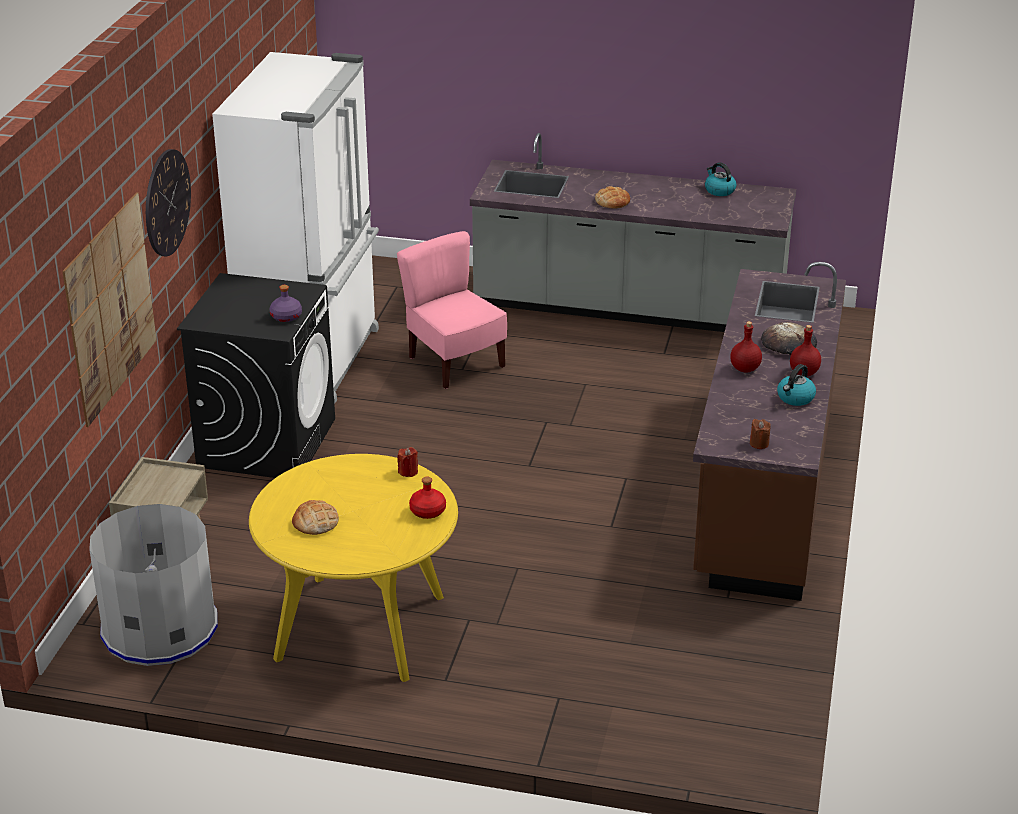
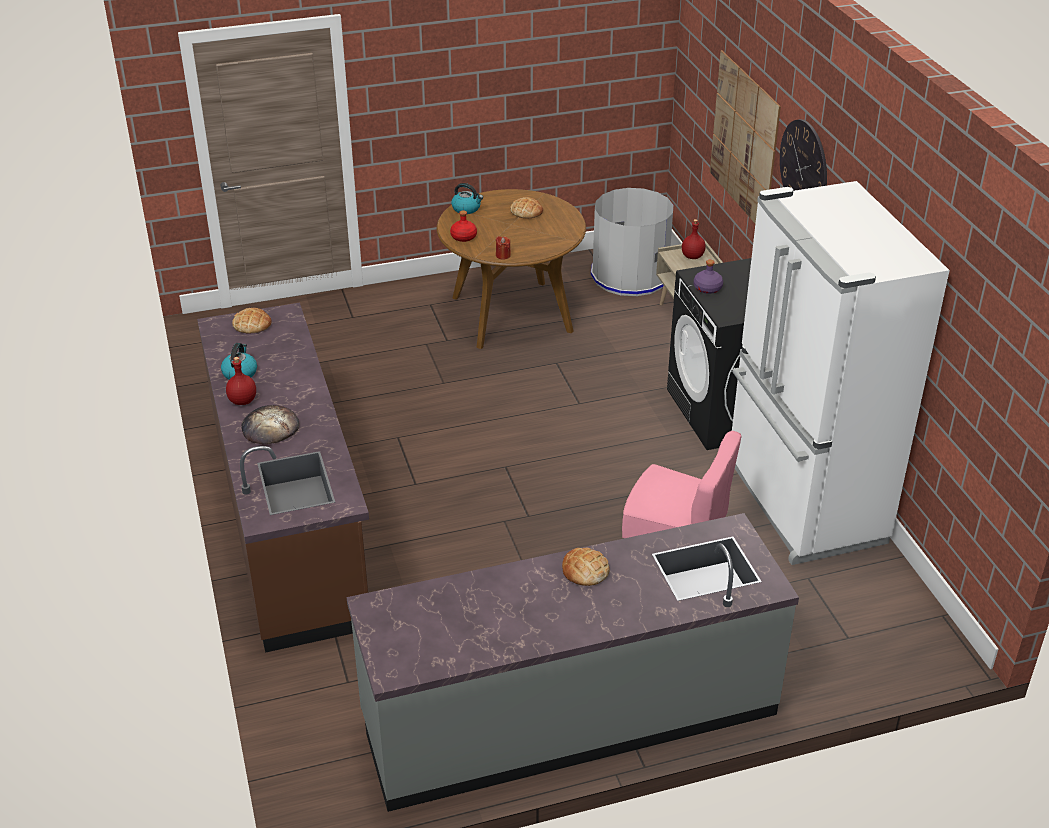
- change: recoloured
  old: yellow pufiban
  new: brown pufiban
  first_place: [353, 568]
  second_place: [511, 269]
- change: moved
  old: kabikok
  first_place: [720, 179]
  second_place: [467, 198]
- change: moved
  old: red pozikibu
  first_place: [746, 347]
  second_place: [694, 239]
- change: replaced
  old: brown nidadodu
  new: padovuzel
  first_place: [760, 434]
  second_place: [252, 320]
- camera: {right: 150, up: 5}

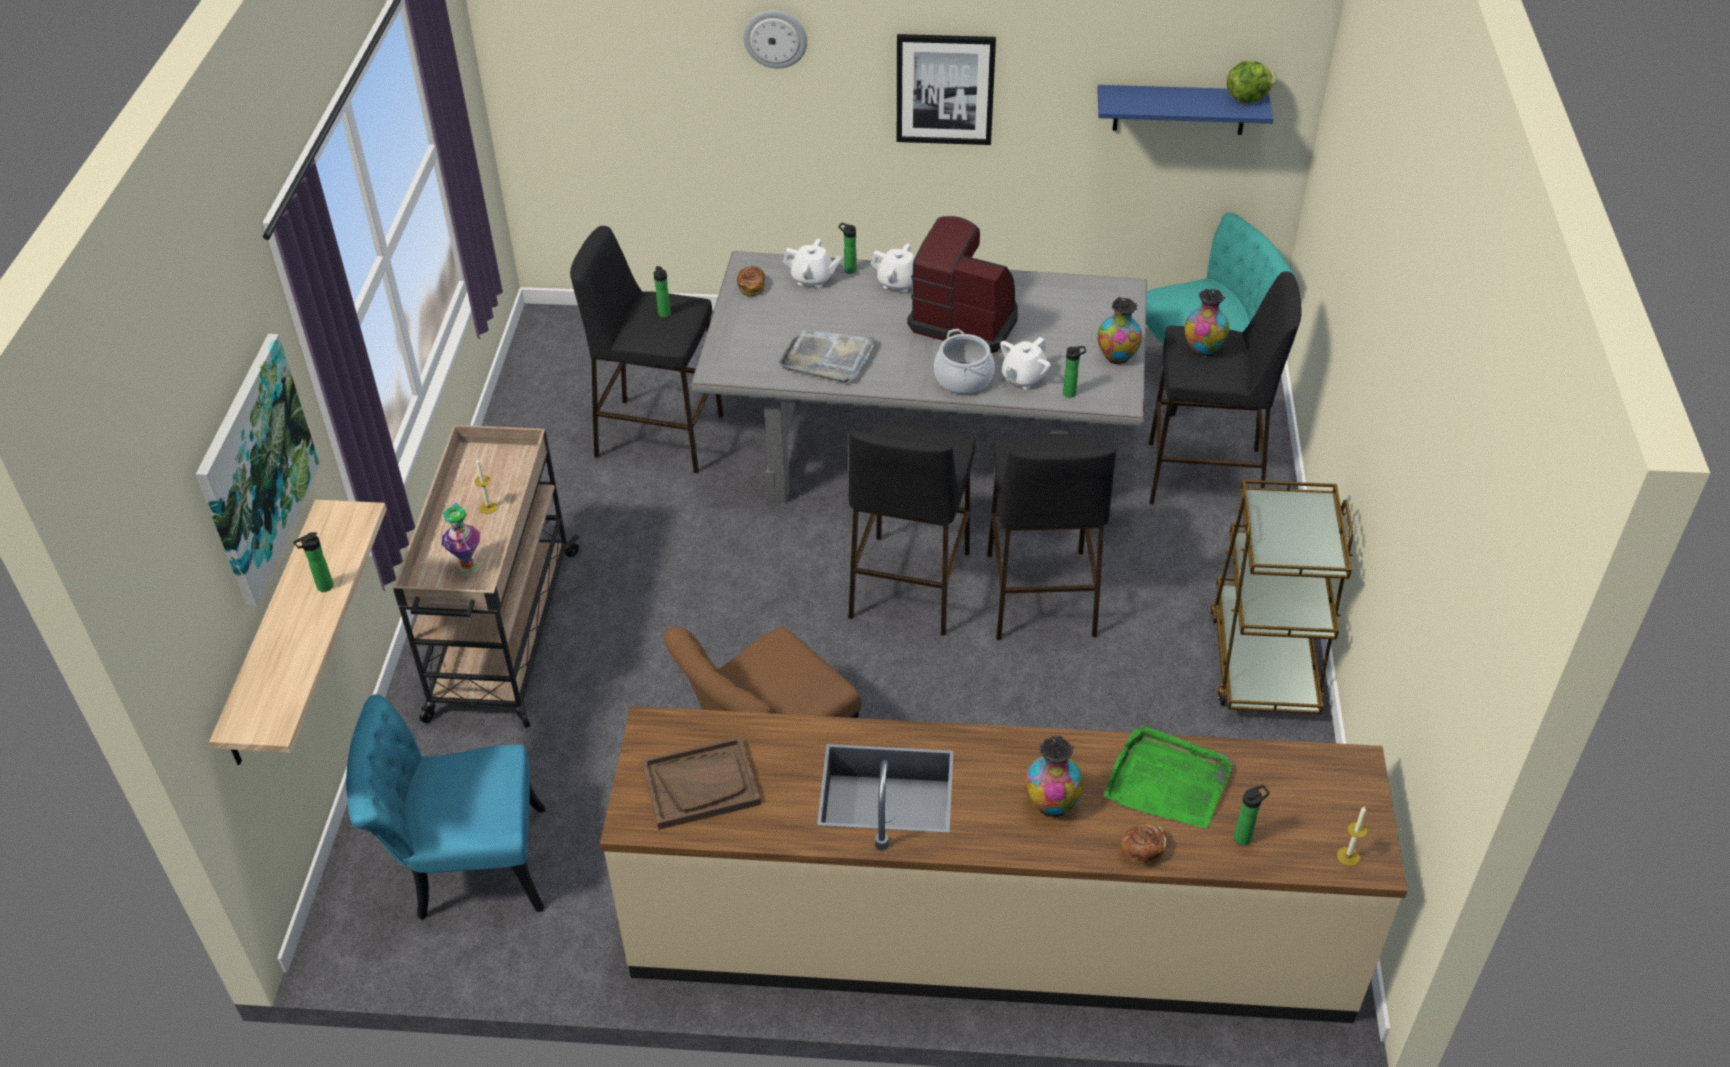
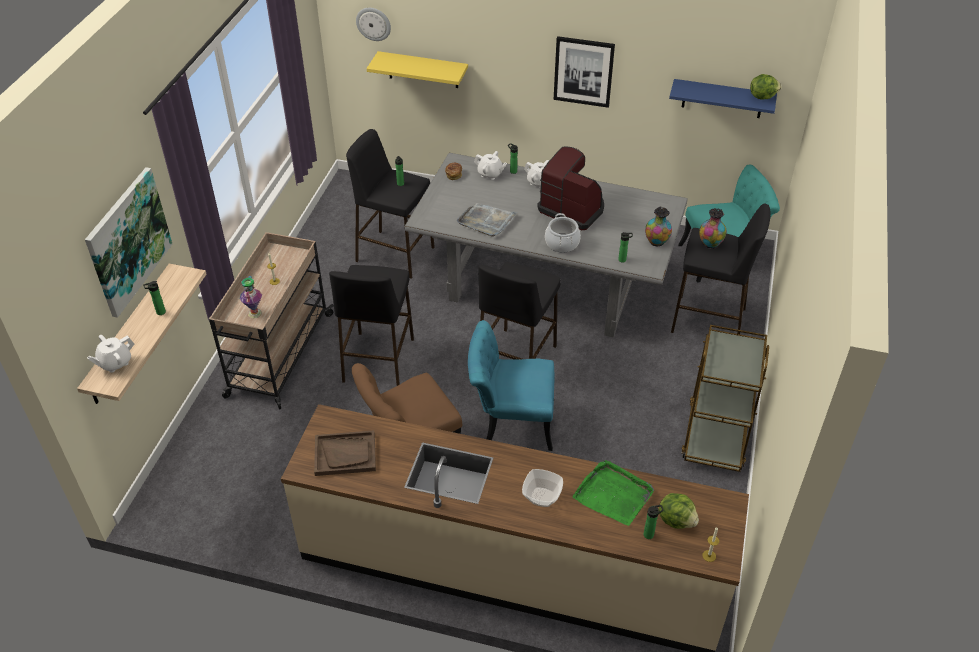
- change: moved
  old: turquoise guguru
  first_place: [445, 807]
  second_place: [511, 385]
- change: moved
  old: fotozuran
  first_place: [775, 39]
  second_place: [373, 24]
- change: moved
  old: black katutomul
  first_place: [1051, 537]
  second_place: [371, 325]
- change: moved
  old: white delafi
  first_place: [1025, 363]
  second_place: [110, 354]
- change: replaced
  old: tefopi
  new: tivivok
  first_place: [1054, 777]
  second_place: [542, 488]
- change: removed
  old: padovuzel
  first_place: [1143, 844]
- change: added
  new: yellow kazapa
  second_place: [417, 69]
- change: added
  new: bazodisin
  second_place: [679, 511]
- camera: {right: 10, up: 0}

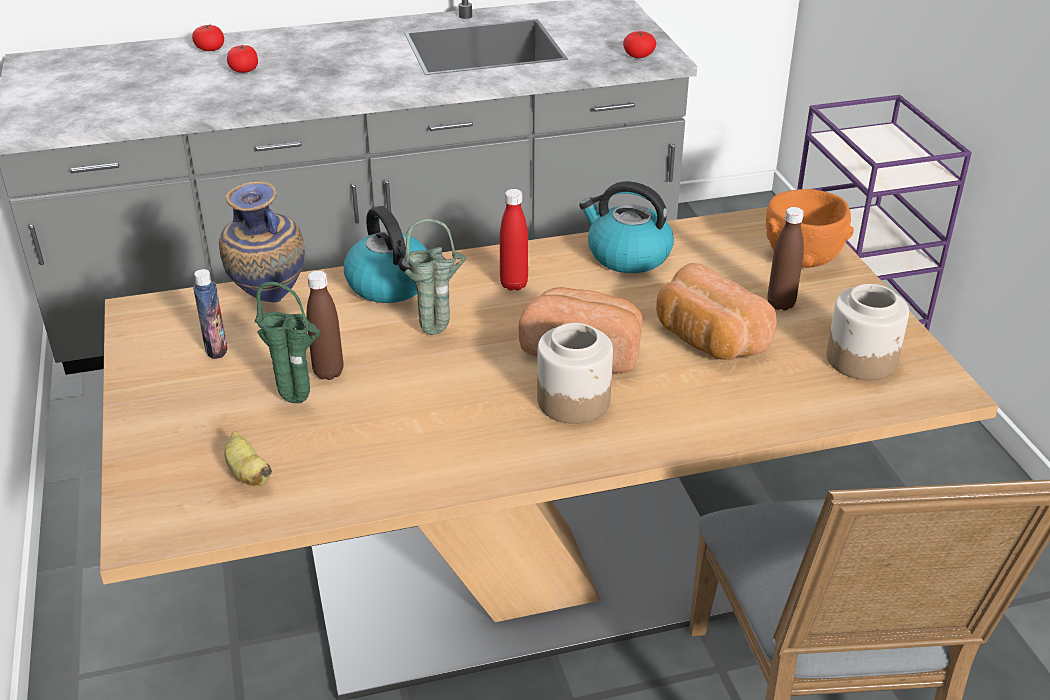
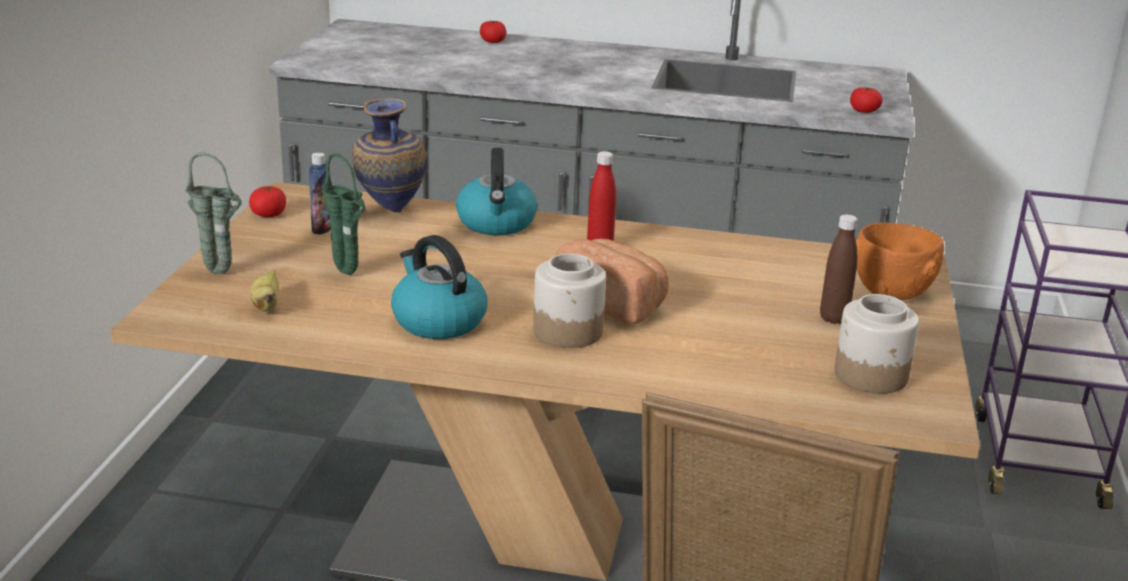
- change: moved
  old: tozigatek
  first_place: [242, 59]
  second_place: [267, 201]
- change: removed
  old: brown pozikibu
  first_place: [324, 325]
- change: moved
  old: green tefopi
  first_place: [435, 276]
  second_place: [213, 213]
- change: moved
  old: kabikok
  first_place: [626, 227]
  second_place: [439, 287]
- change: removed
  old: padovuzel
  first_place: [716, 311]
- camera: {right: 25, up: -10}

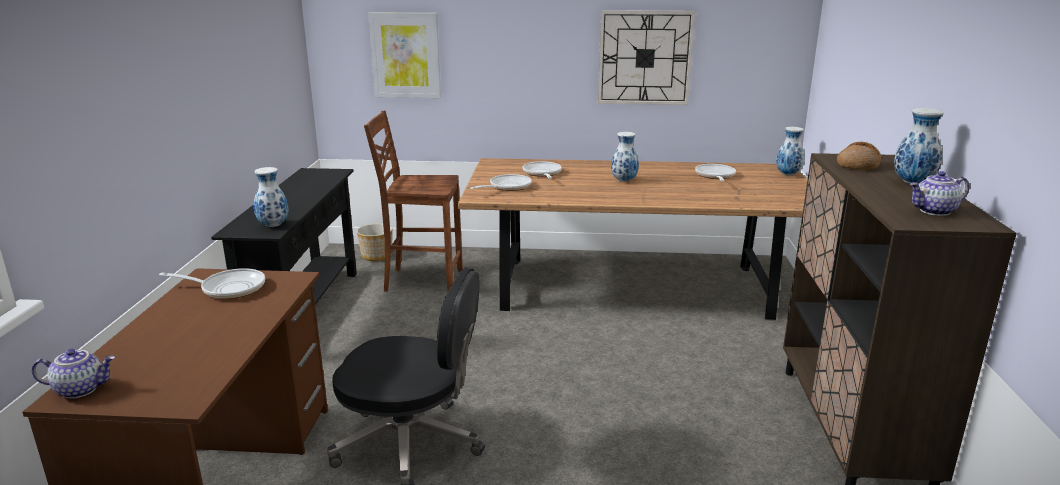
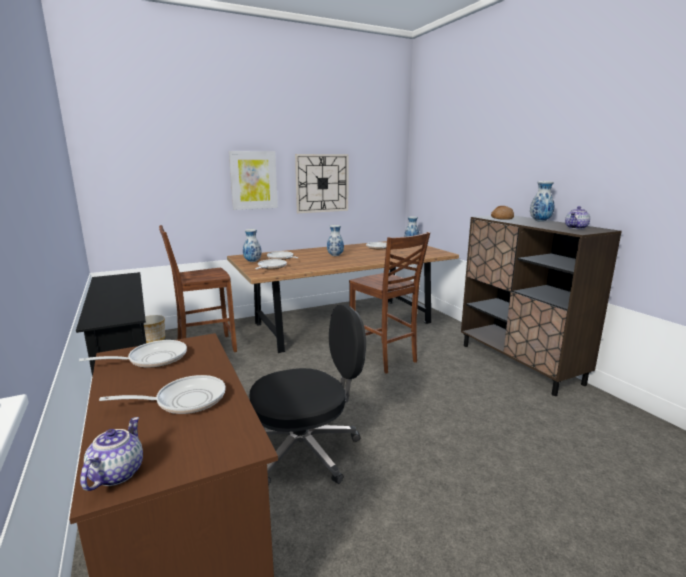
- change: turned
  old: delafi
  first_place: [73, 374]
  second_place: [111, 454]
  degrees: -45
- change: moved
  old: tefopi
  first_place: [271, 197]
  second_place: [252, 245]
- change: moved
  old: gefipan
  first_place: [404, 55]
  second_place: [253, 180]
- change: added
  new: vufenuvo
  second_place: [162, 394]
- change: added
  new: brown guguru
  second_place: [389, 303]
- camera: {right: -30, up: -5}

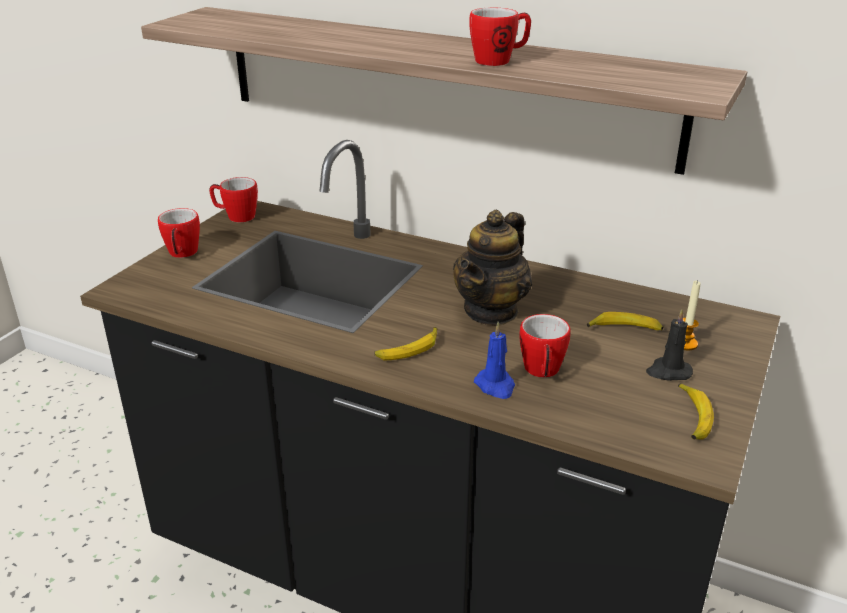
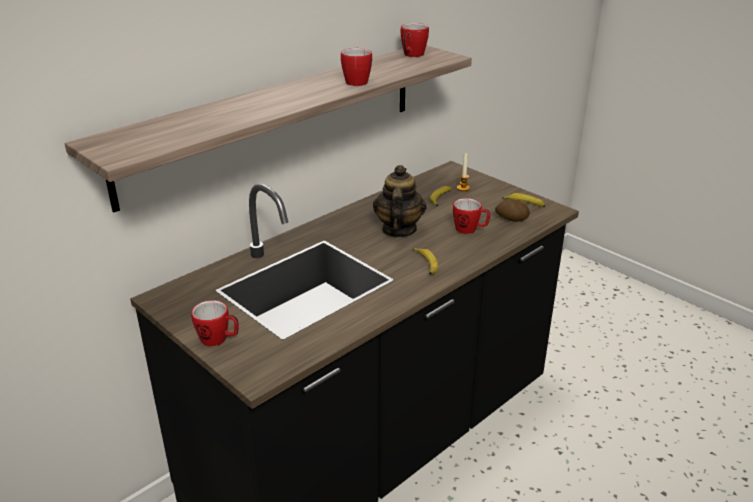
- change: moved
  old: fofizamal
  first_place: [233, 200]
  second_place: [415, 40]
- change: turned
  old: delafi
  first_place: [492, 268]
  second_place: [400, 201]
  degrees: -135
- change: removed
  old: blue nidadodu
  first_place: [494, 360]
- change: removed
  old: black nidadodu
  first_place: [669, 345]
- change: added
  new: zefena
  second_place: [512, 210]
- camera: {right: -70, up: 0}

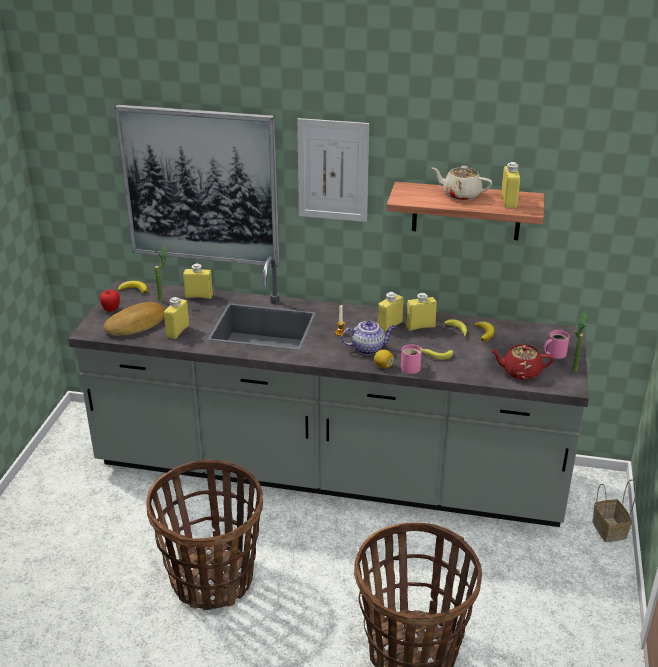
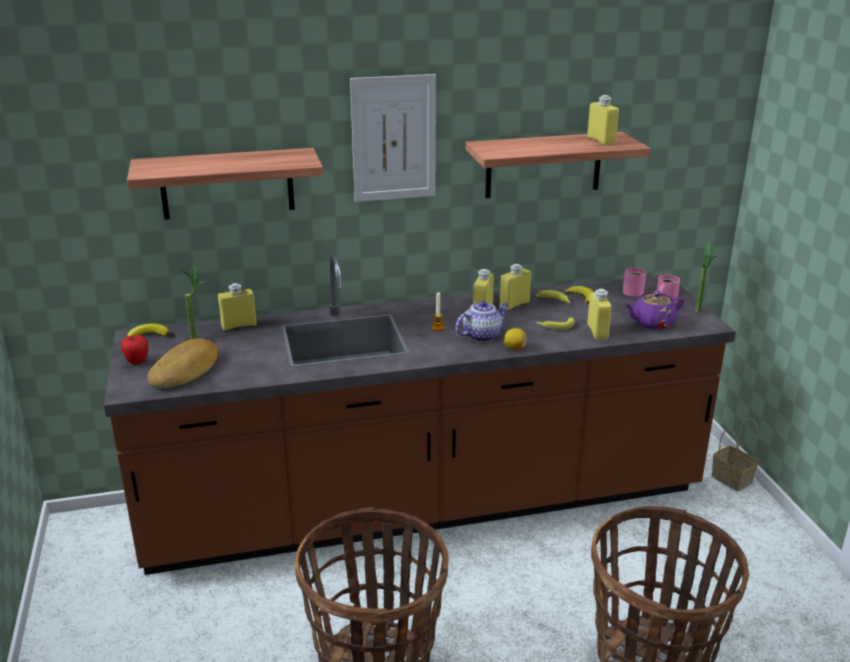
- change: recoloured
  old: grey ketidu
  new: brown ketidu
  first_place: [328, 391]
  second_place: [420, 414]
- change: replaced
  old: gefipan
  new: kazapa
  first_place: [197, 186]
  second_place: [225, 184]
- change: moved
  old: yellow pozikibu
  first_place: [176, 318]
  second_place: [599, 314]
- change: moved
  old: pink fofizamal
  first_place: [411, 359]
  second_place: [634, 282]
- change: removed
  old: beige delafi
  first_place: [462, 183]
- change: recoloured
  old: red delafi
  new: purple delafi
  first_place: [522, 362]
  second_place: [654, 310]
- camera: {right: -25, up: -5}

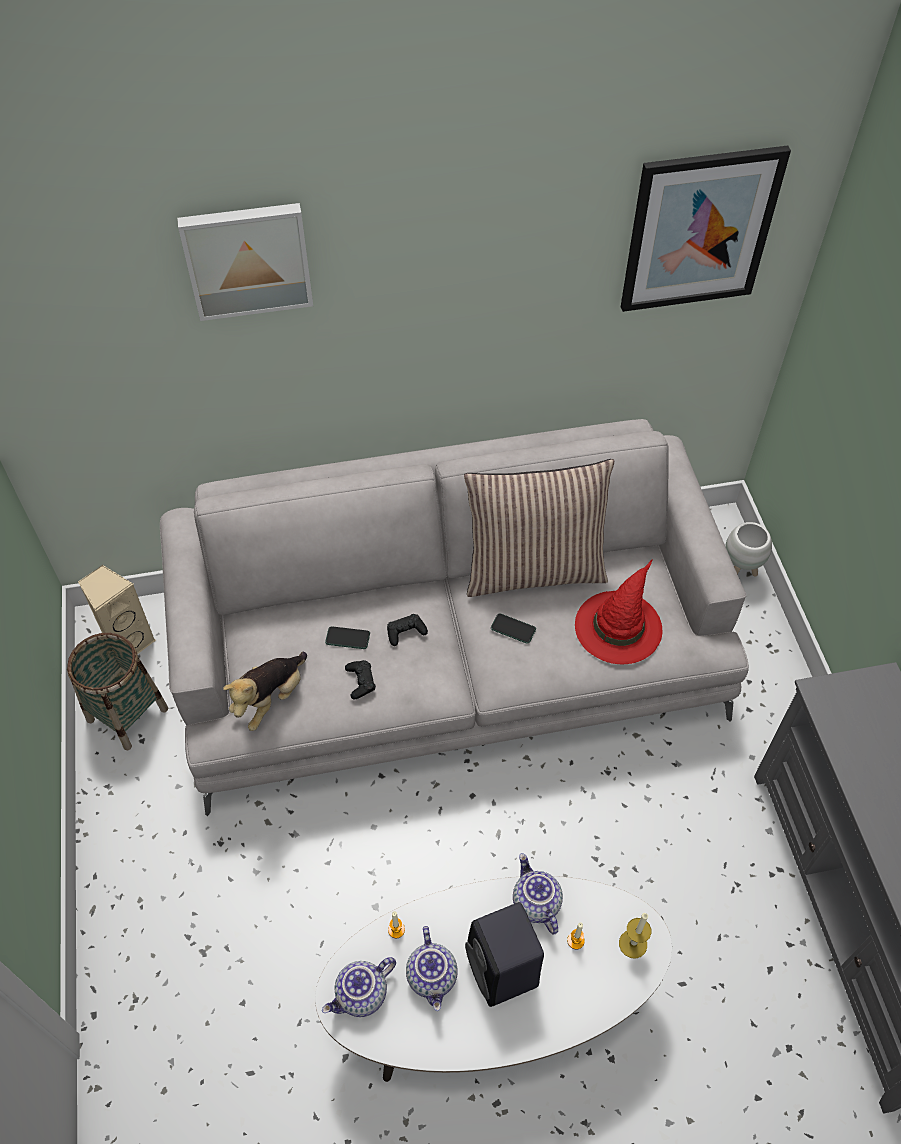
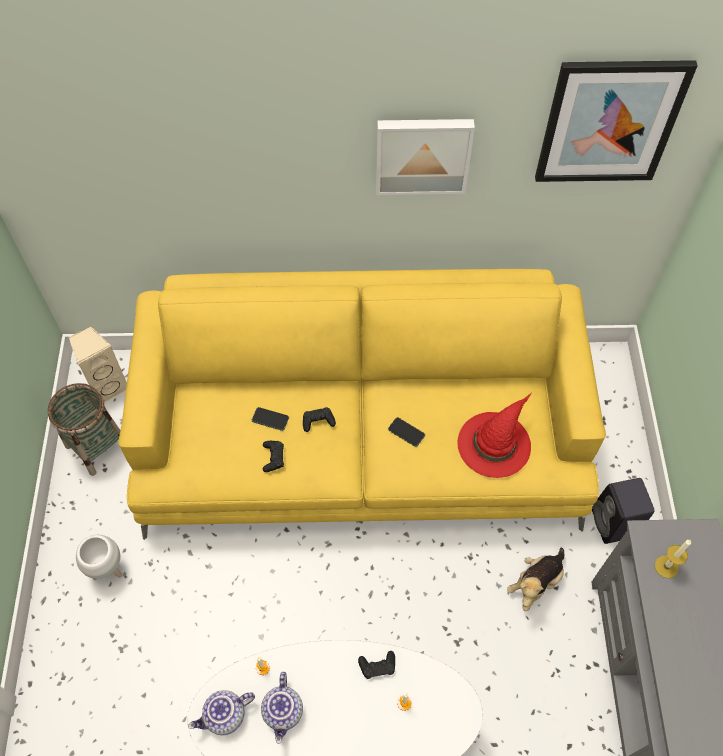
- change: recoloured
  old: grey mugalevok
  new: yellow mugalevok
  first_place: [454, 617]
  second_place: [362, 404]
- change: moved
  old: gefipan
  first_place: [245, 262]
  second_place: [425, 157]
- change: moved
  old: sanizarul
  first_place: [265, 691]
  second_place: [536, 579]
- change: removed
  old: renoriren
  first_place: [539, 528]
- change: moved
  old: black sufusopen
  first_place: [504, 954]
  second_place: [623, 511]
- change: replaced
  old: delafi
  new: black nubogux
  first_place: [538, 894]
  second_place: [376, 665]
- change: moved
  old: nidadodu
  first_place: [635, 936]
  second_place: [673, 559]
- change: moved
  old: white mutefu
  first_place: [748, 549]
  second_place: [99, 557]
- camera: {right: 10, up: 5}

